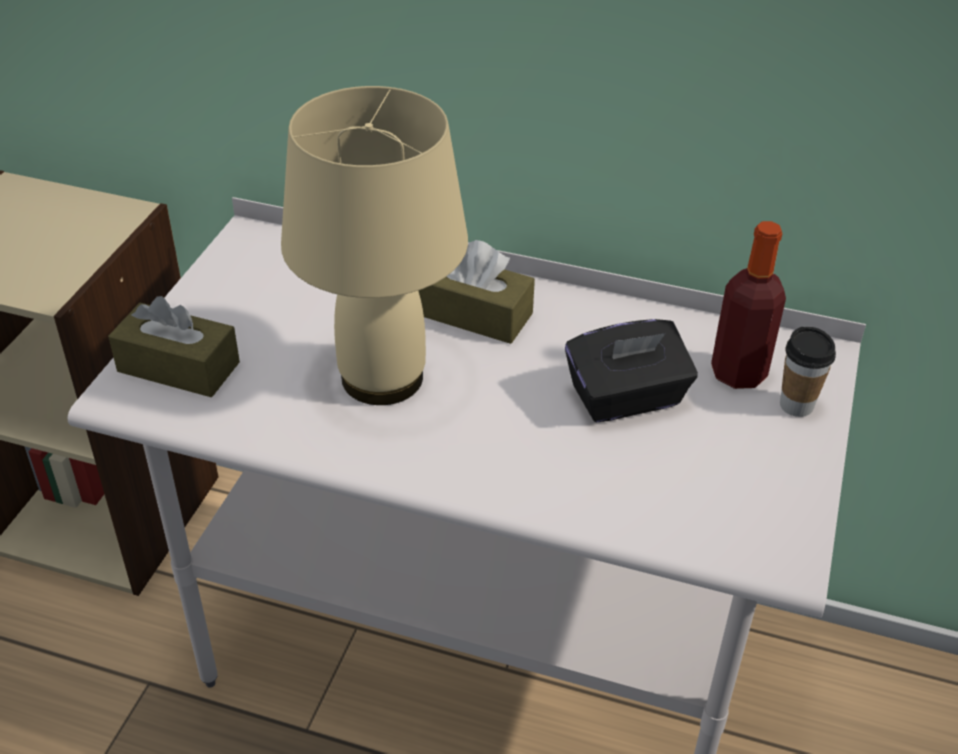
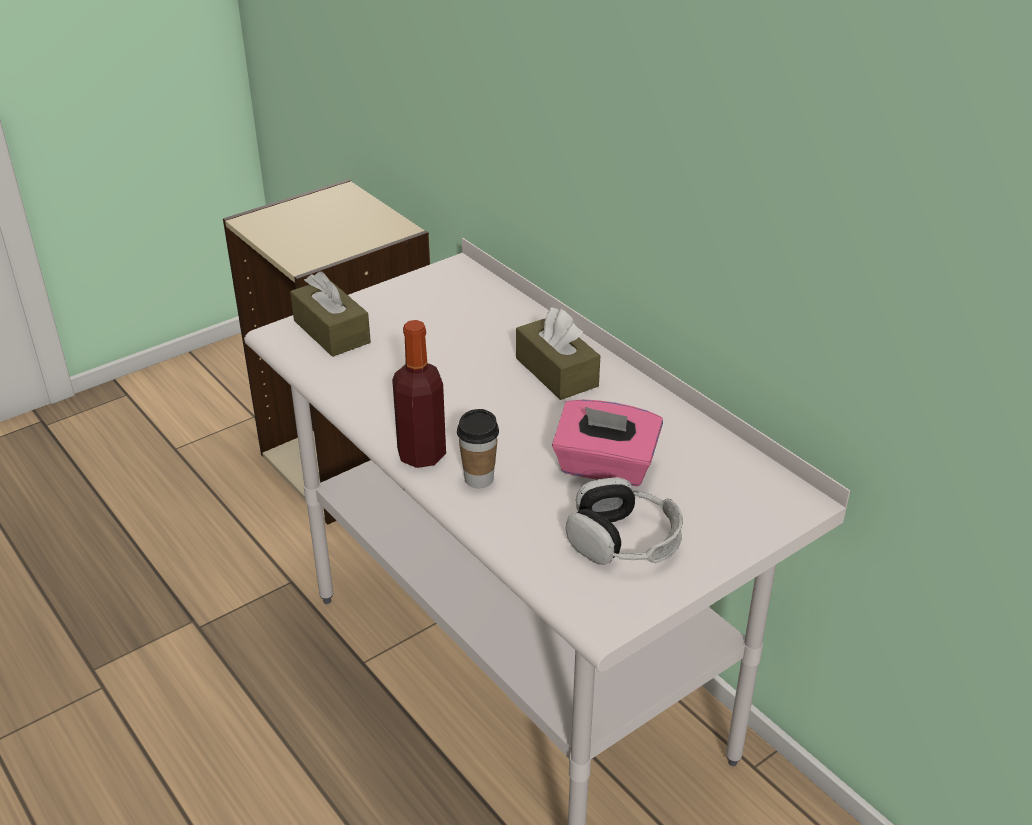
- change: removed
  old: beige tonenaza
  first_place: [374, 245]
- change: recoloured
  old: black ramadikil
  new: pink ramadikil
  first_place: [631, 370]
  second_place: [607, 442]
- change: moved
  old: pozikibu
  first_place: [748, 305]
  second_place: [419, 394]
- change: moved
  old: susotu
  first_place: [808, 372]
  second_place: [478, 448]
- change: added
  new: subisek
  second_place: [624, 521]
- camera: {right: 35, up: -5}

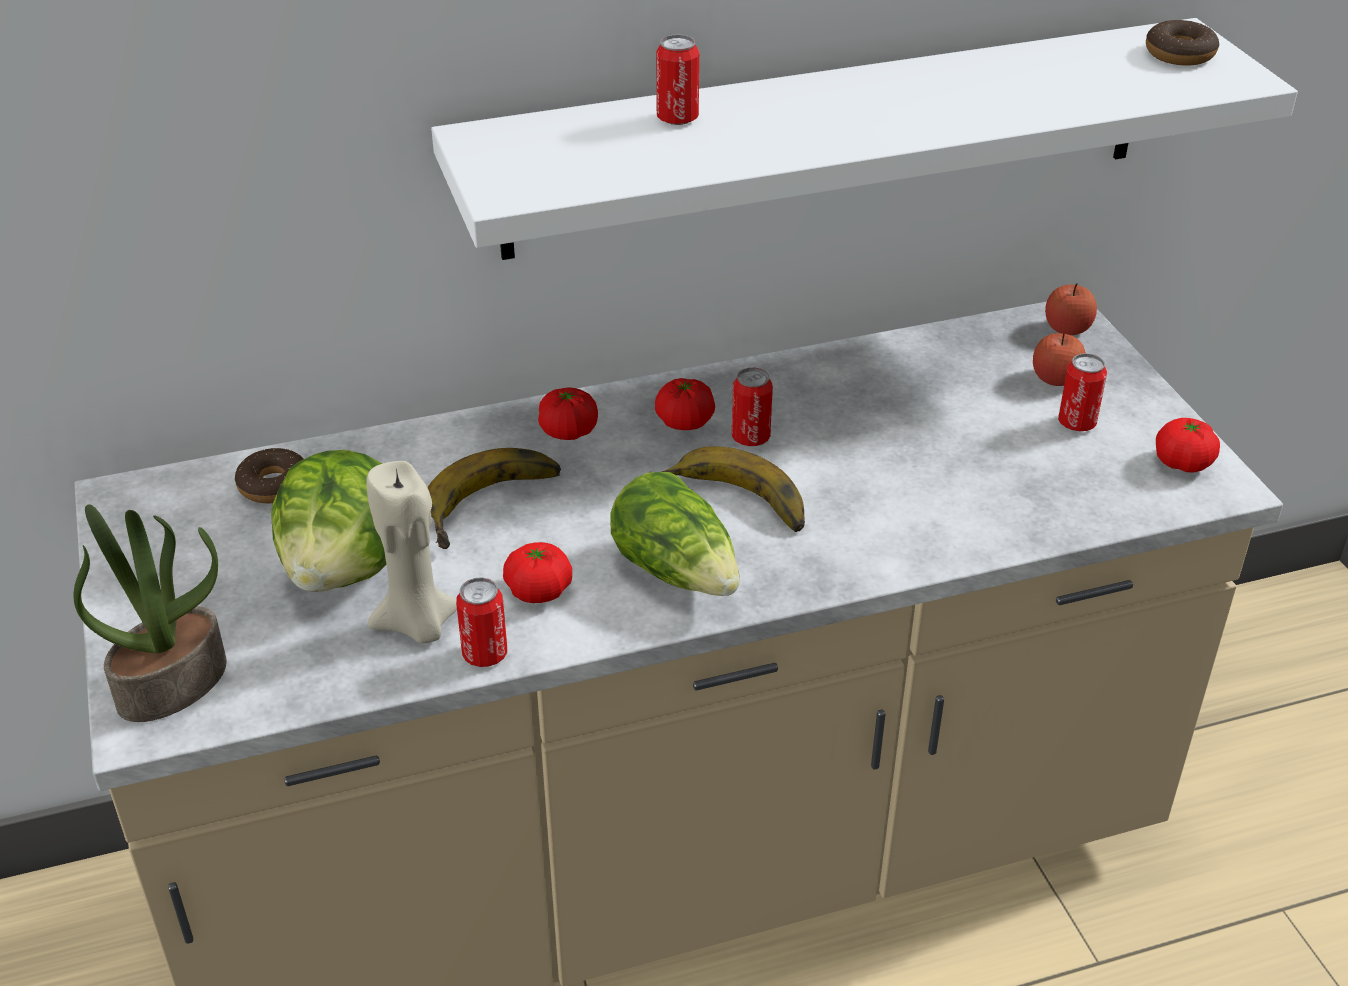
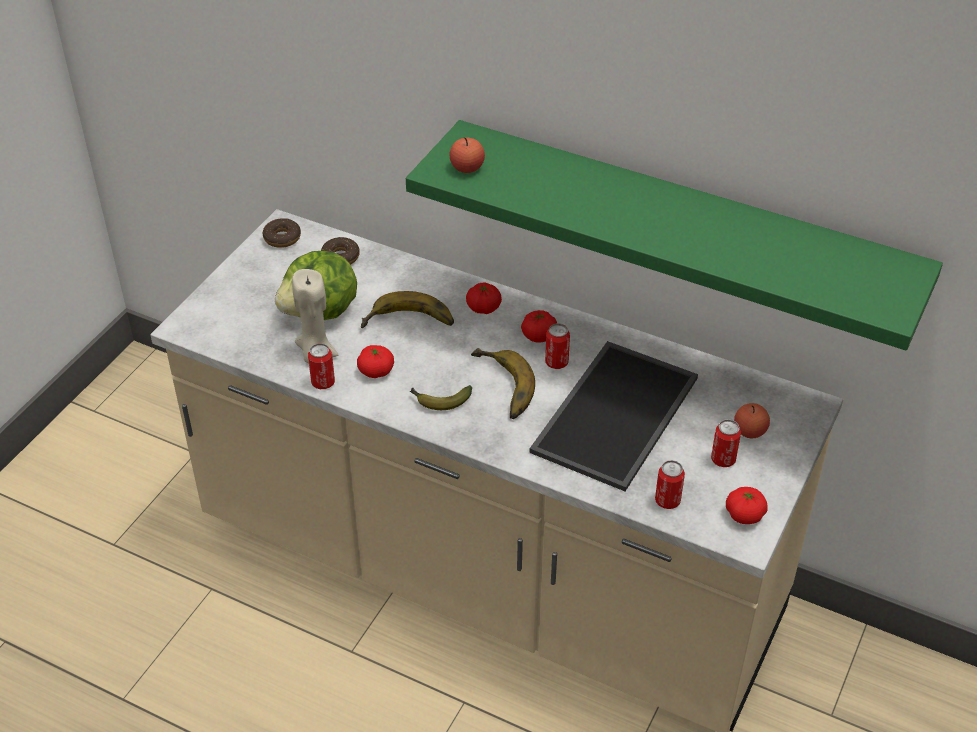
- change: removed
  old: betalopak
  first_place: [150, 613]
- change: recoloured
  old: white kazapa
  new: green kazapa
  first_place: [864, 139]
  second_place: [674, 235]
- change: replaced
  old: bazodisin
  new: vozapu
  first_place: [675, 534]
  second_place: [441, 397]
- change: moved
  old: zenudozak
  first_place: [677, 80]
  second_place: [670, 484]
- change: moved
  old: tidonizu
  first_place: [1071, 309]
  second_place: [467, 155]
- change: moved
  old: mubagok
  first_place: [1182, 43]
  second_place: [282, 233]
- change: added
  new: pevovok
  second_place: [613, 416]
- camera: {right: 45, up: 5}

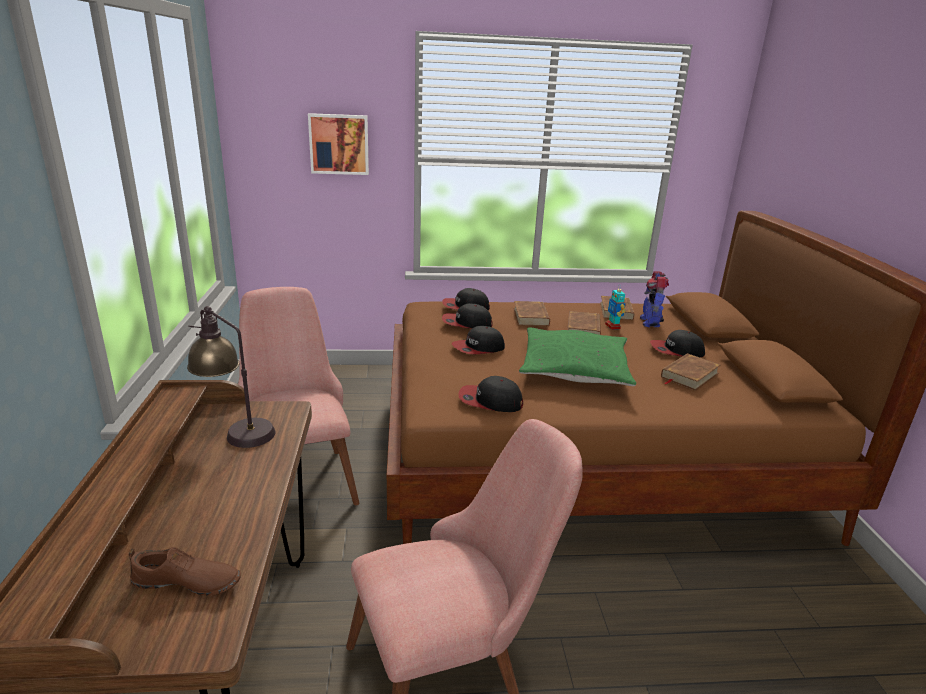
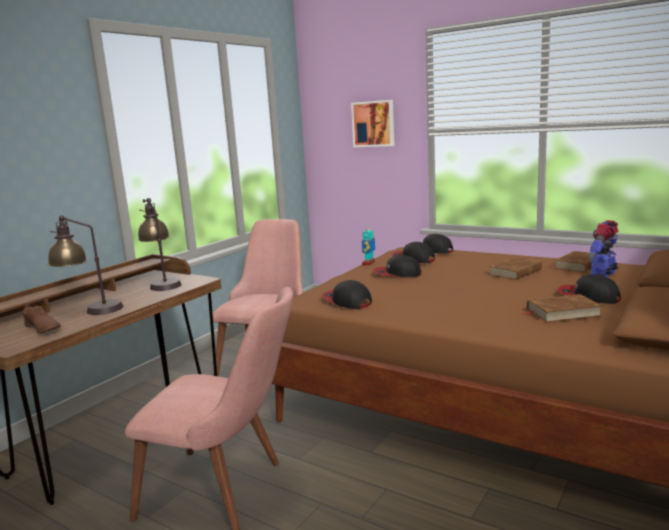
- change: removed
  old: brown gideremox
  first_place: [532, 313]
- change: removed
  old: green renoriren
  first_place: [577, 356]
- change: moved
  old: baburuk
  first_place: [615, 307]
  second_place: [368, 247]
- change: added
  new: tonenaza
  second_place: [85, 265]
- camera: {right: 40, up: -10}

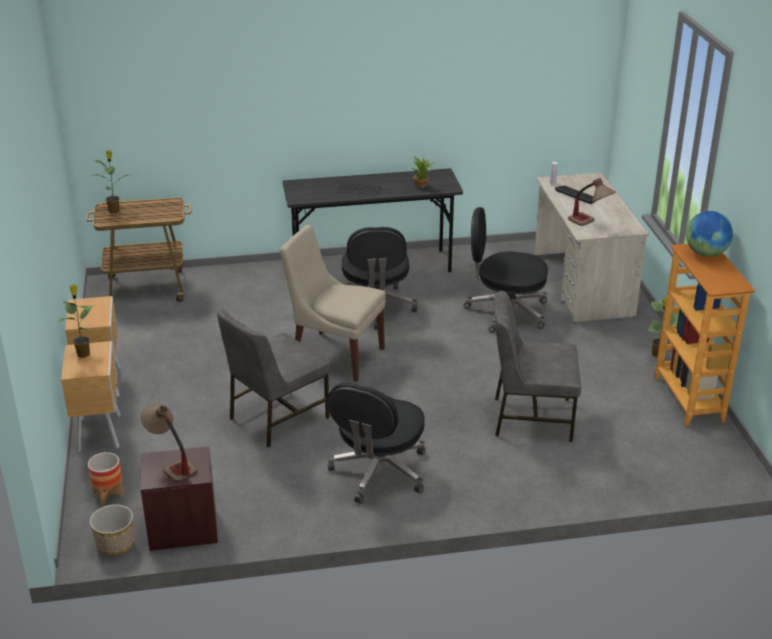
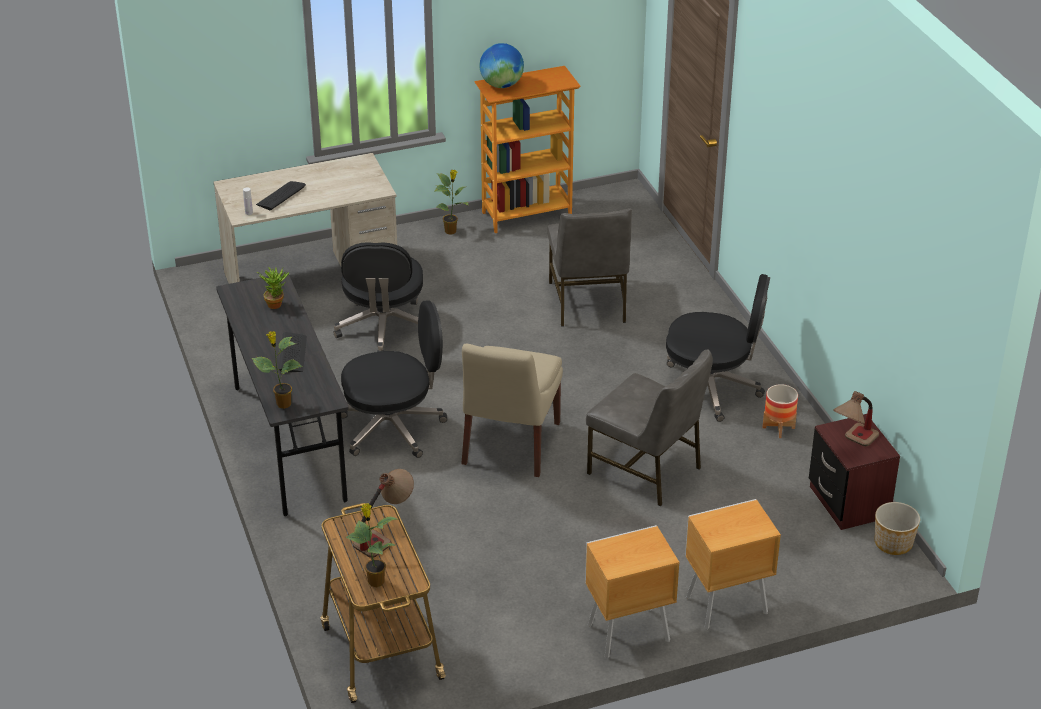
- change: moved
  old: betalopak
  first_place: [77, 321]
  second_place: [277, 370]
- change: moved
  old: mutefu
  first_place: [106, 479]
  second_place: [780, 411]
- change: moved
  old: tonenaza
  first_place: [592, 202]
  second_place: [383, 513]
- camera: {right: -100, up: 5}

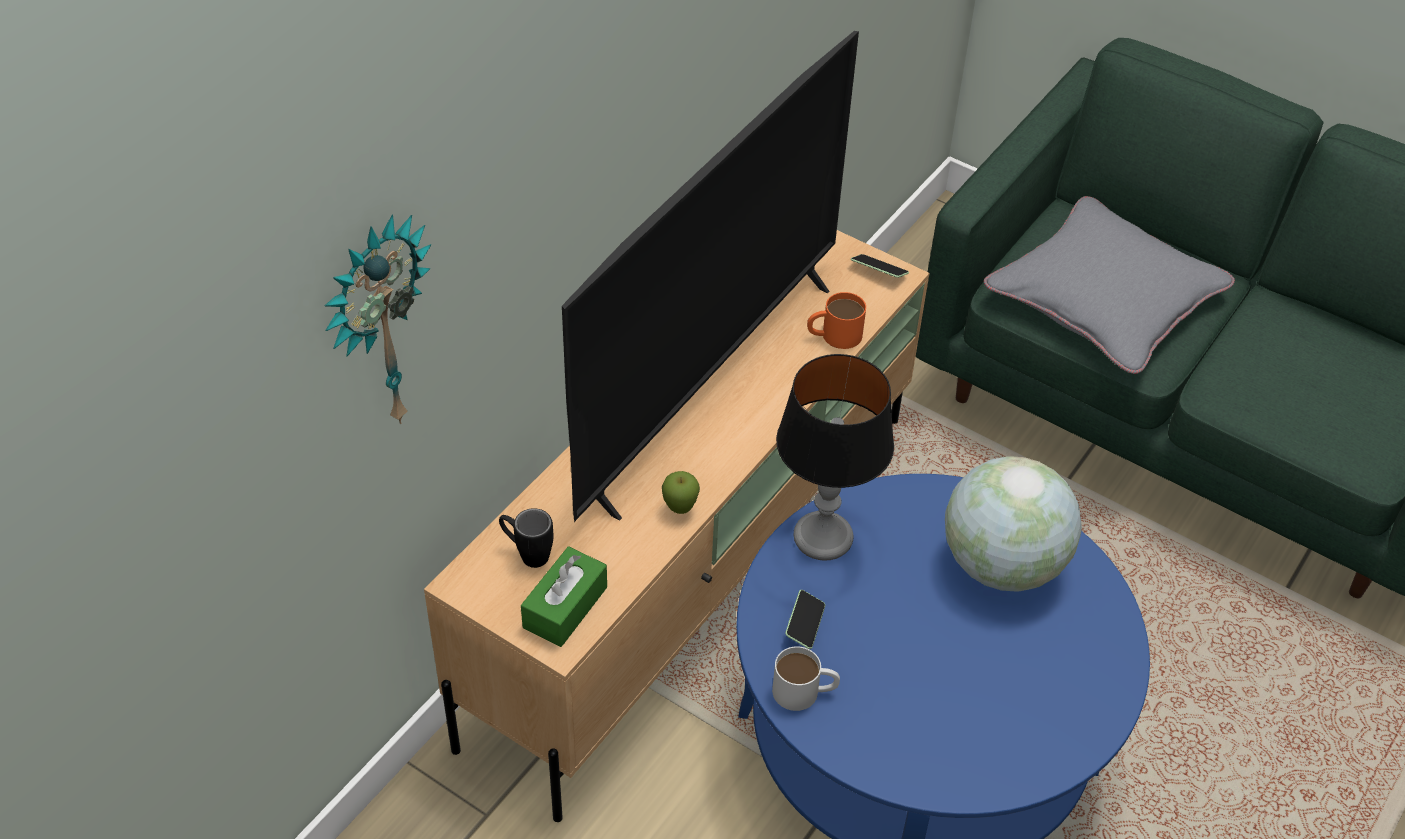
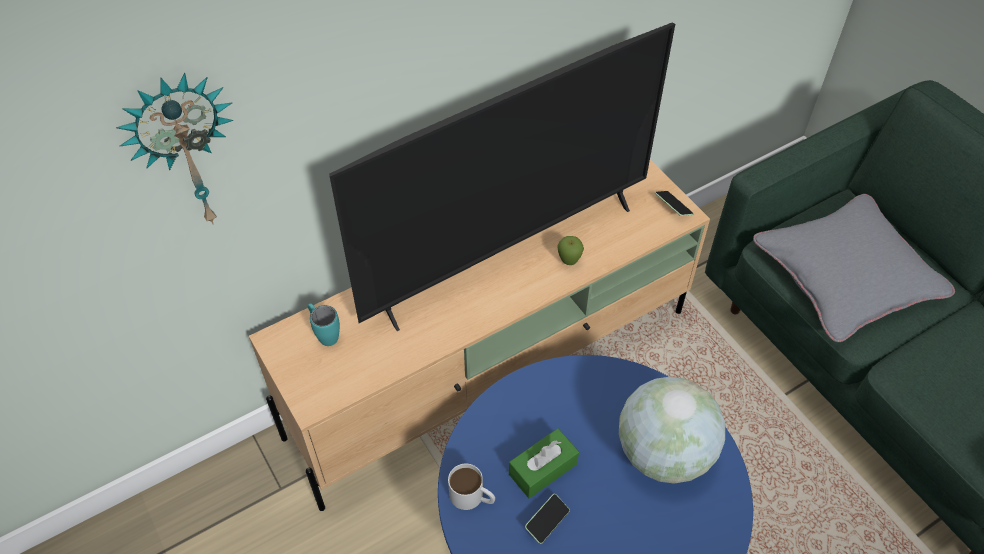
- change: recoloured
  old: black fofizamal
  new: turquoise fofizamal
  first_place: [526, 538]
  second_place: [324, 324]
- change: moved
  old: green ramadikil
  first_place: [564, 597]
  second_place: [544, 463]
- change: moved
  old: tidonizu
  first_place: [681, 492]
  second_place: [570, 250]
- change: removed
  old: tonenaza
  first_place: [835, 457]
- change: moved
  old: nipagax
  first_place: [805, 619]
  second_place: [547, 519]
- change: removed
  old: orange fofizamal
  first_place: [836, 320]
- camera: {right: 25, up: 5}

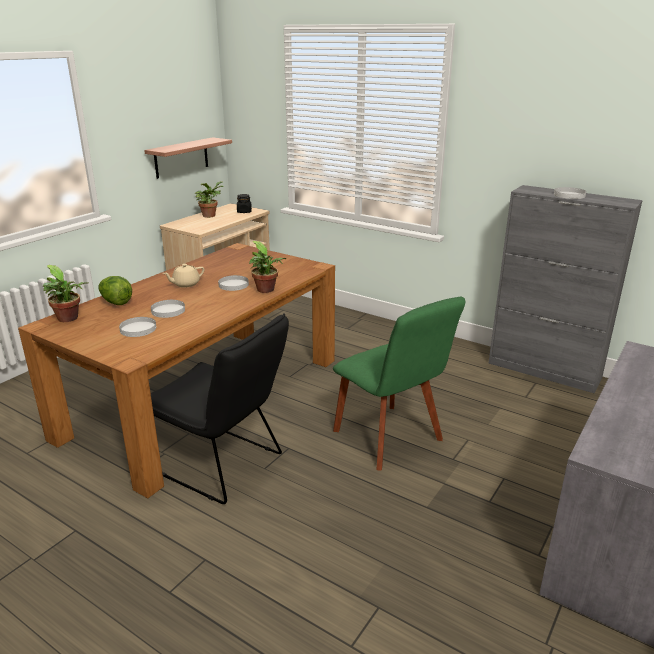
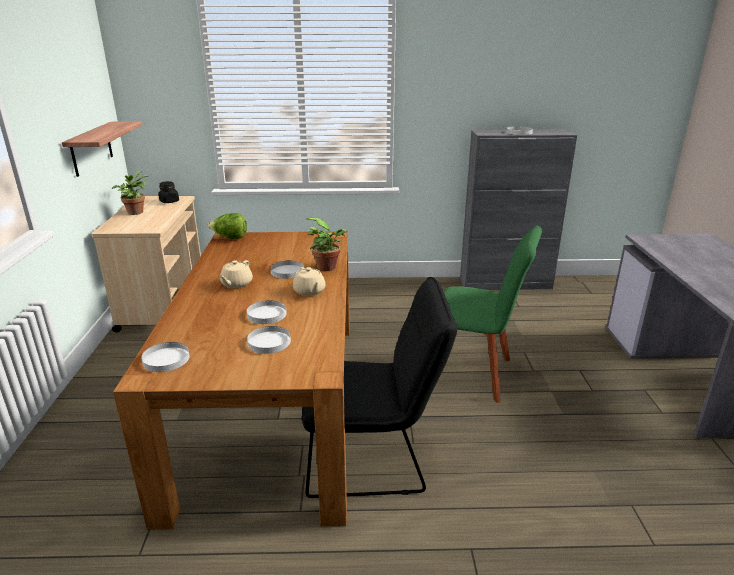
- change: replaced
  old: betalopak
  new: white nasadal
  first_place: [66, 293]
  second_place: [165, 357]
- change: moved
  old: bazodisin
  first_place: [115, 290]
  second_place: [227, 226]
- change: added
  new: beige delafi
  second_place: [309, 281]
- camera: {right: -35, up: 0}

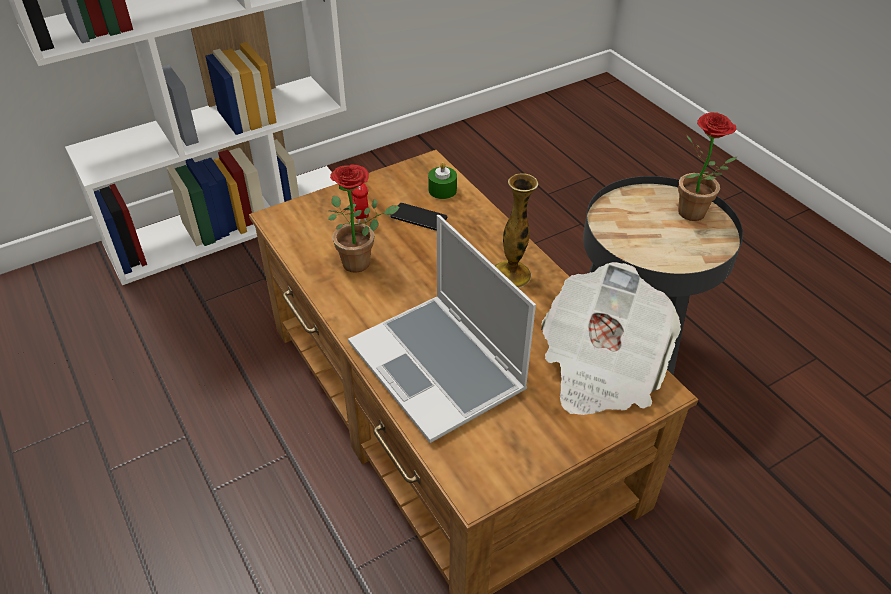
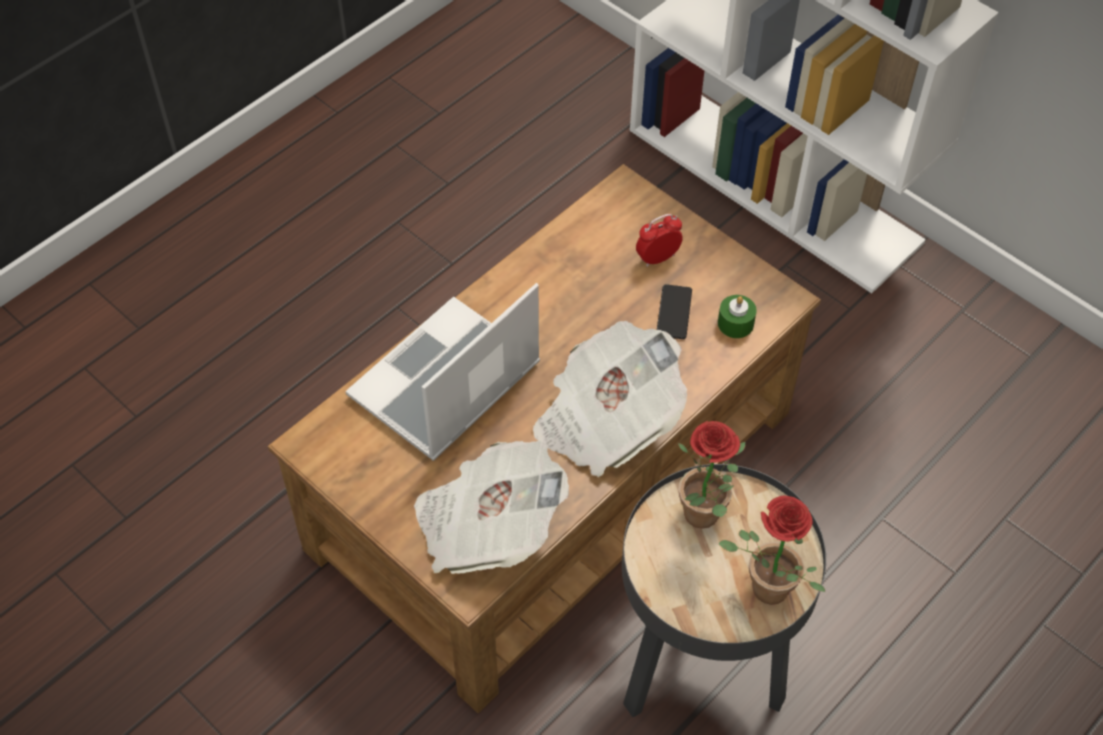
- change: moved
  old: betalopak
  first_place: [364, 218]
  second_place: [711, 475]
- change: replaced
  old: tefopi
  new: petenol
  first_place: [516, 230]
  second_place: [610, 399]
- camera: {right: 75, up: 10}

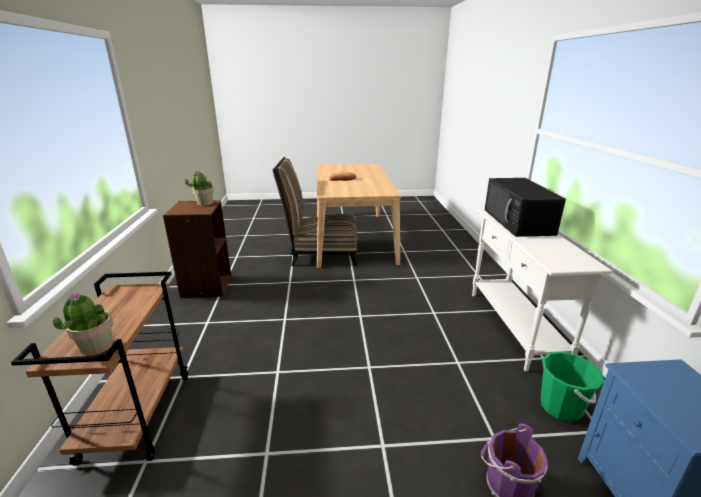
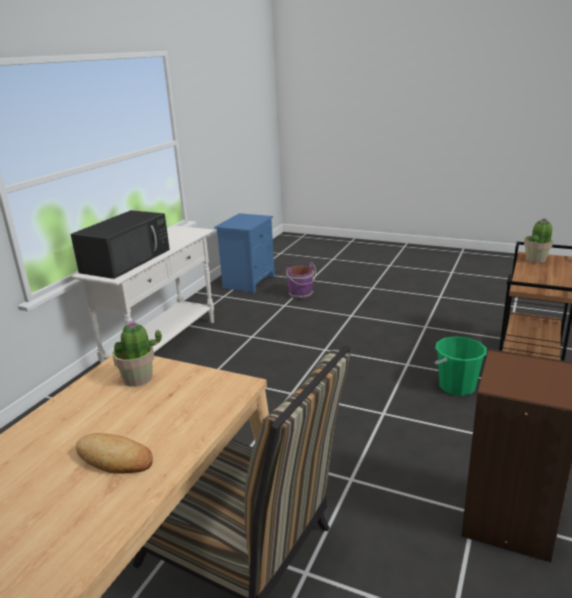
- change: moved
  old: betalopak
  first_place: [199, 188]
  second_place: [137, 354]
- change: moved
  old: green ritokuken
  first_place: [572, 386]
  second_place: [460, 366]
- camera: {right: -150, up: 0}

